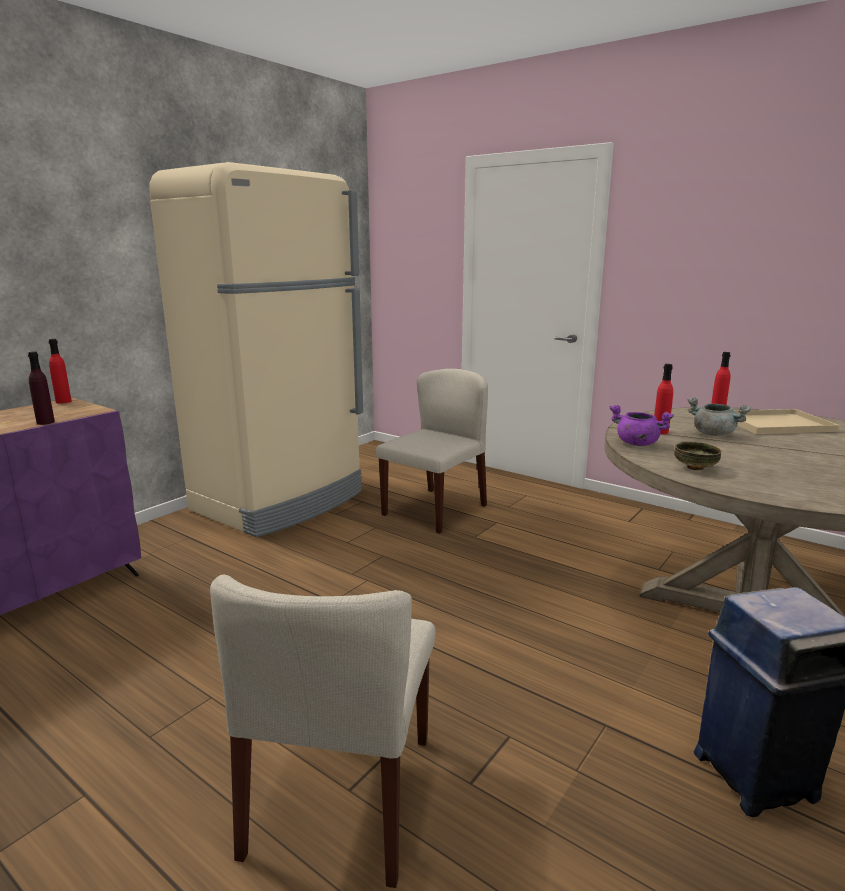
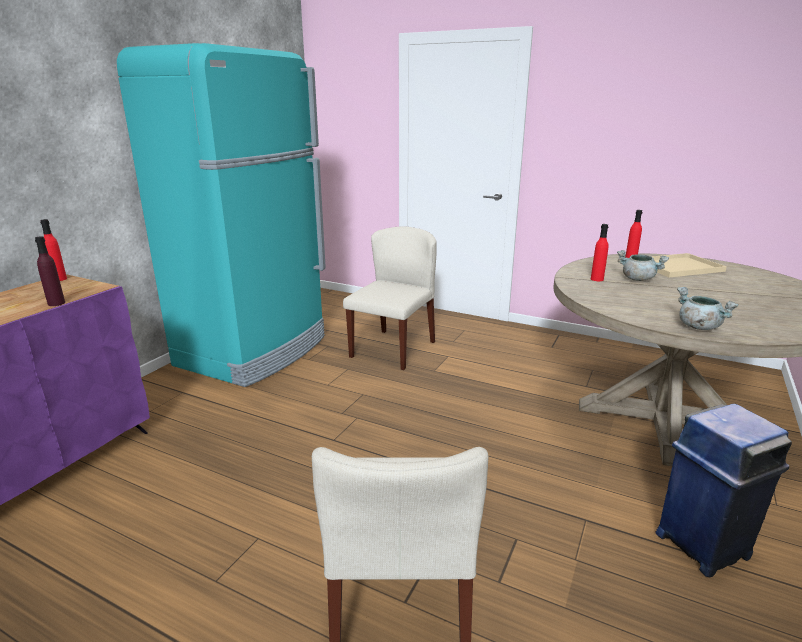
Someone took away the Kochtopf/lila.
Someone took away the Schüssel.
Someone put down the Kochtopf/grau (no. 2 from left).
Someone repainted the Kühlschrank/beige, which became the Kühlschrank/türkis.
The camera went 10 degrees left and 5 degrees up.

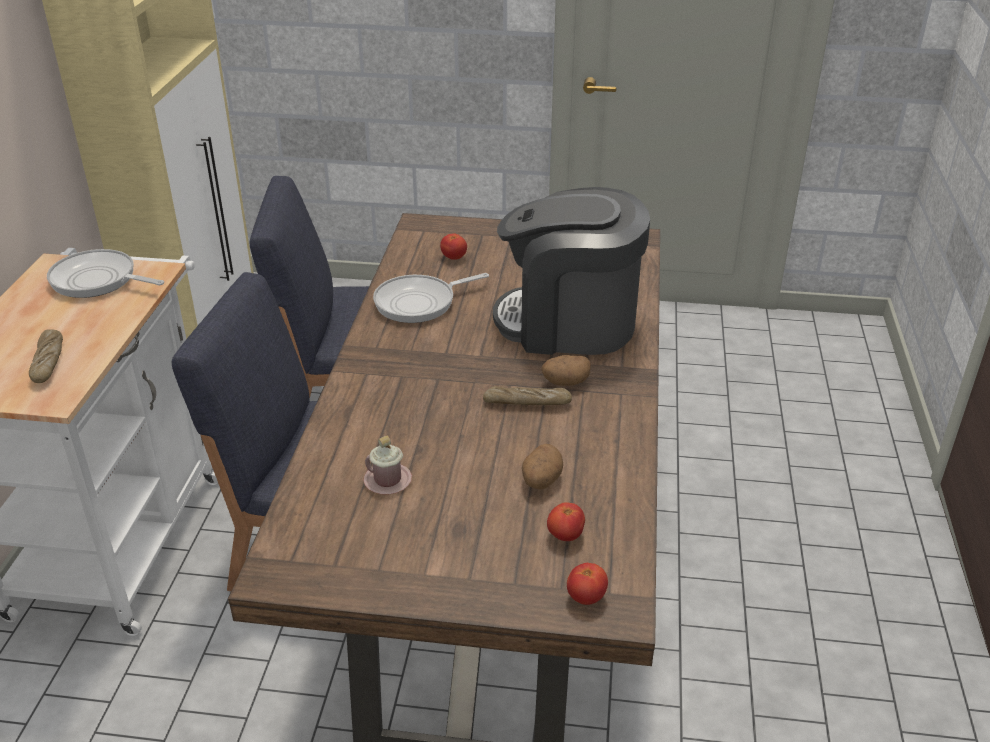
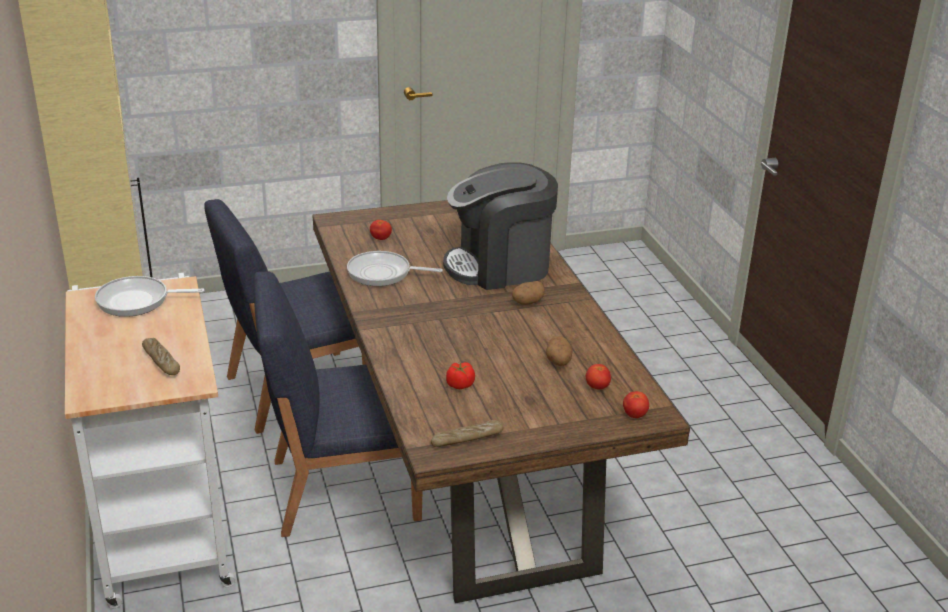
Someone carried the Brot (no. 2 from left).
Someone swapped the Henkelbecher/rosa for the Tomate (no. 2 from left).
Someone rotated the Pfanne (no. 2 from left) by 60 degrees clockwise.
The camera went 25 degrees left and 5 degrees down.

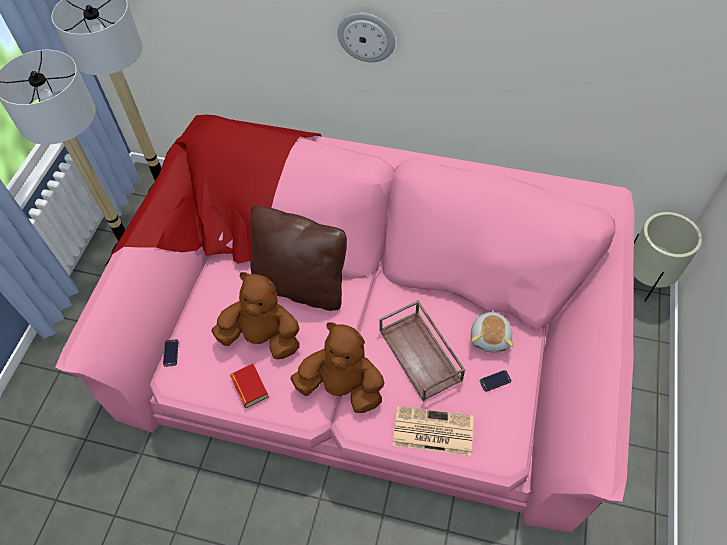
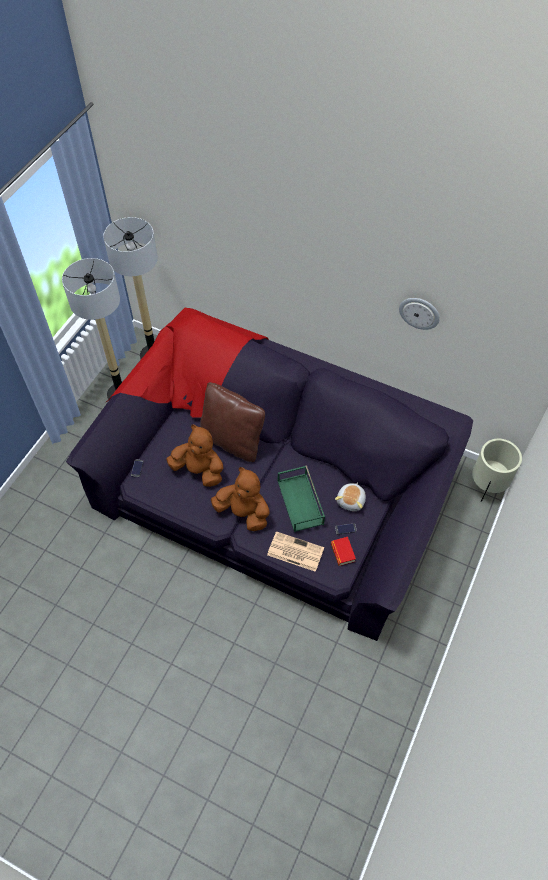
Someone carried the Buch.
Someone carried the Wanduhr.
Someone repainted the Sofa/rosa, which became the Sofa/schwarz.
Someone repainted the Tablett/braun, which became the Tablett/grün.
The camera went 10 degrees right and 0 degrees up.

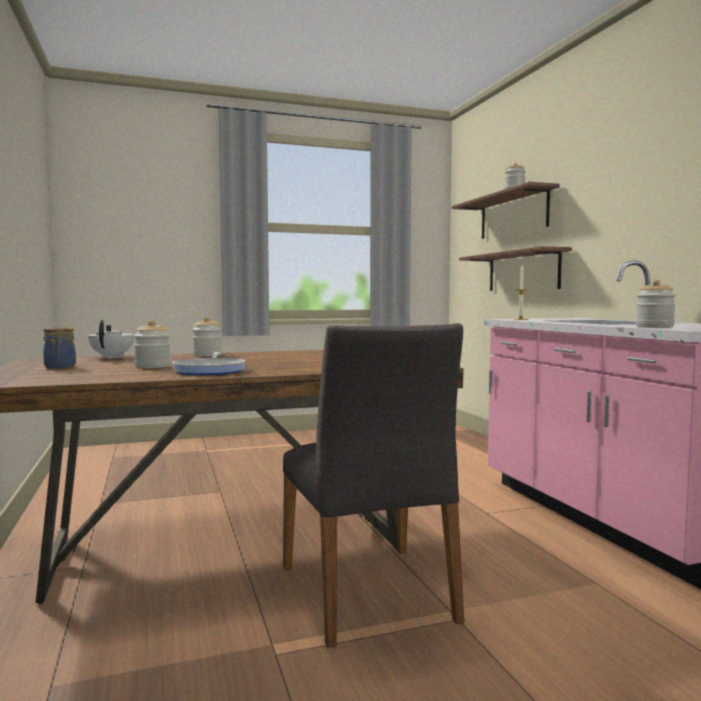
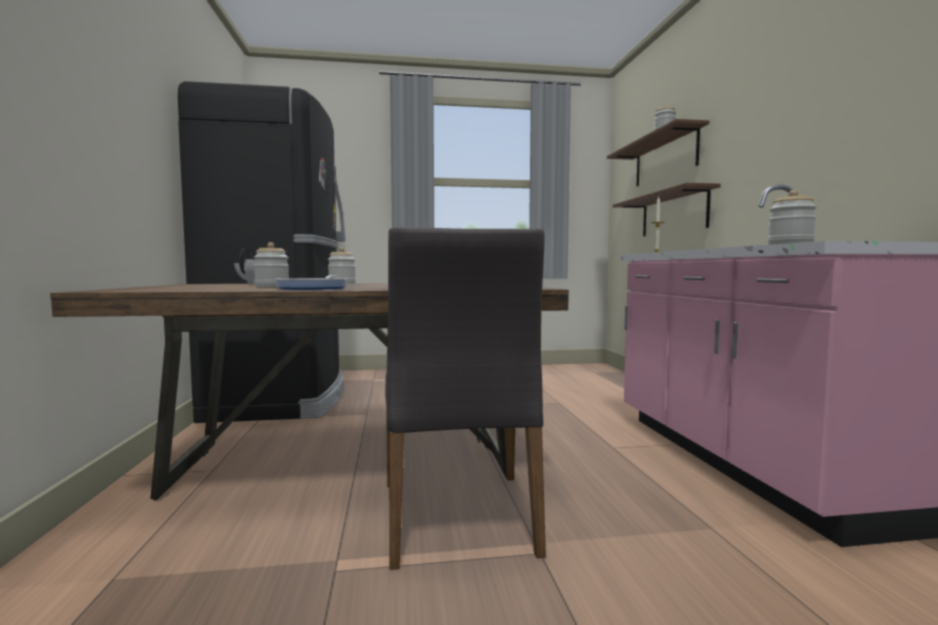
Someone took away the Vorratsglas (no. 1 from left).
Someone put down the Kühlschrank/schwarz.
The camera went 10 degrees right and 0 degrees up.

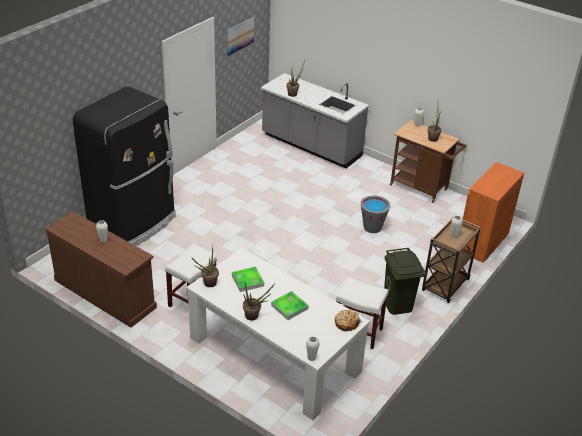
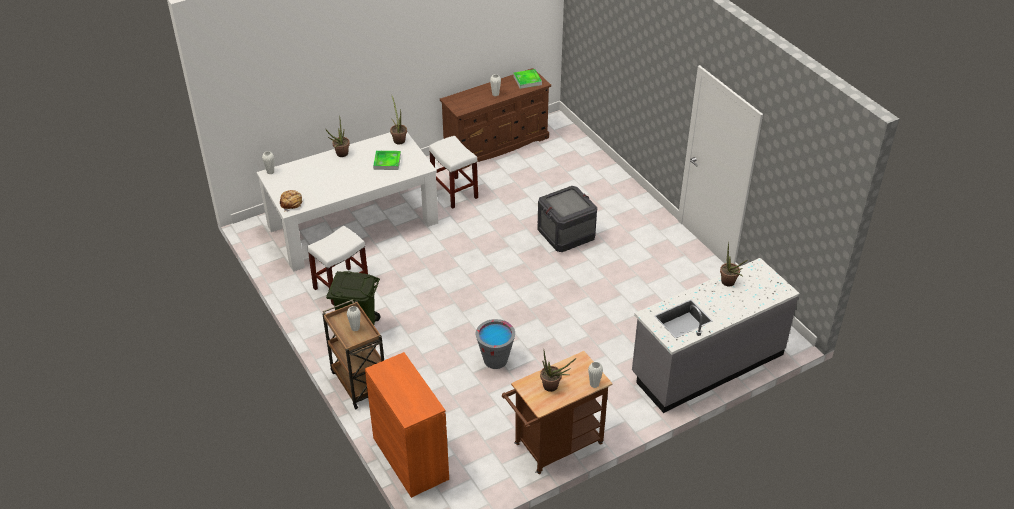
Someone took away the Kühlschrank/schwarz.
Someone took away the Bild.
Someone put down the Kiste.
Someone carried the Tablett (no. 2 from left).
The camera went 115 degrees right and 5 degrees up.

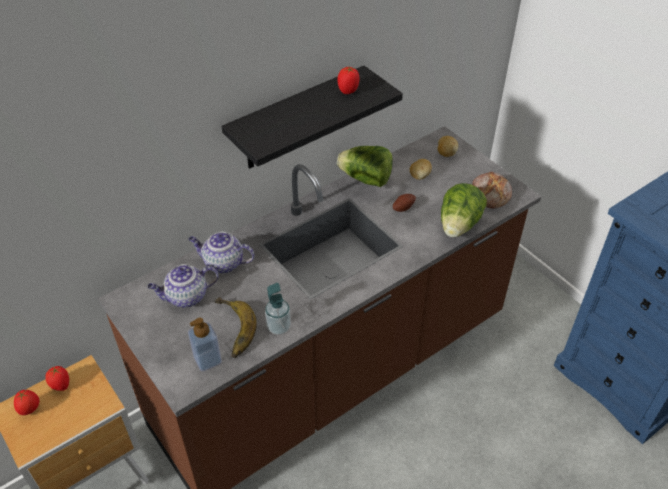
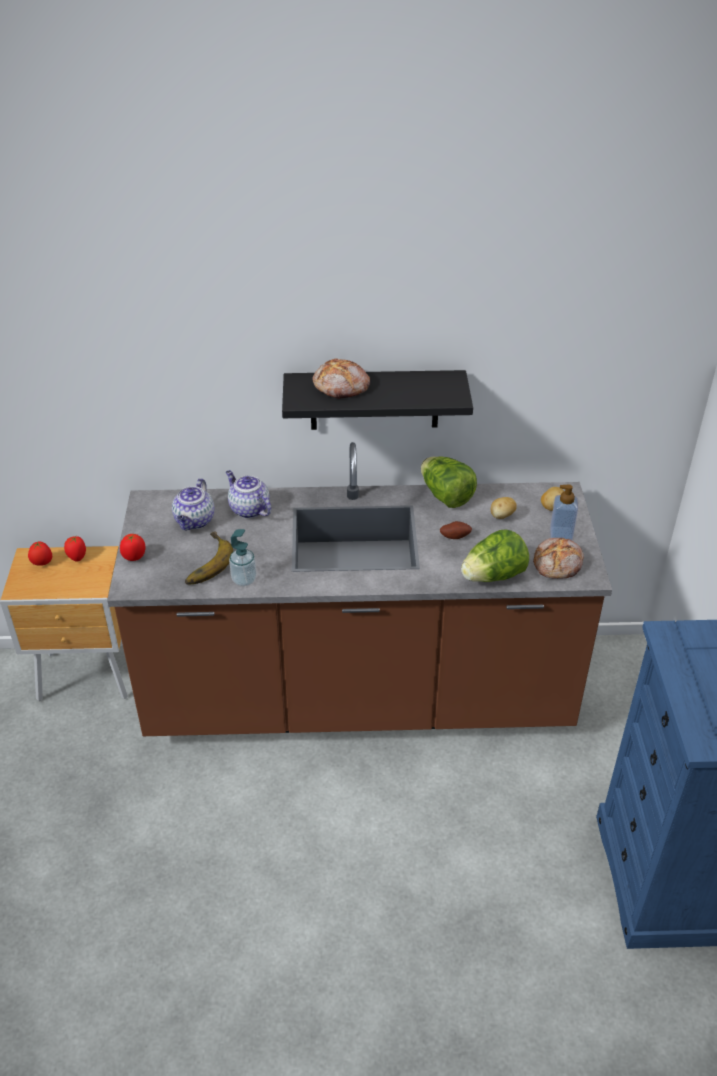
Someone put down the Brot (no. 1 from left).
Someone carried the Seifenspender (no. 1 from left in the first image).
Someone carried the Tomate (no. 3 from left).
Someone rotated the Teekanne (no. 1 from left) by 90 degrees counterclockwise.
The camera went 35 degrees right and 5 degrees down.

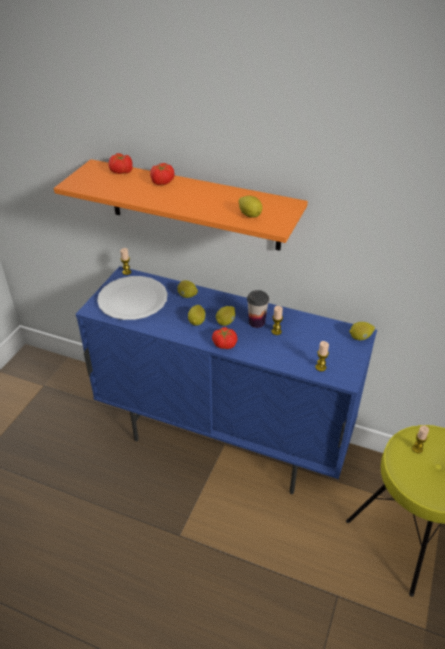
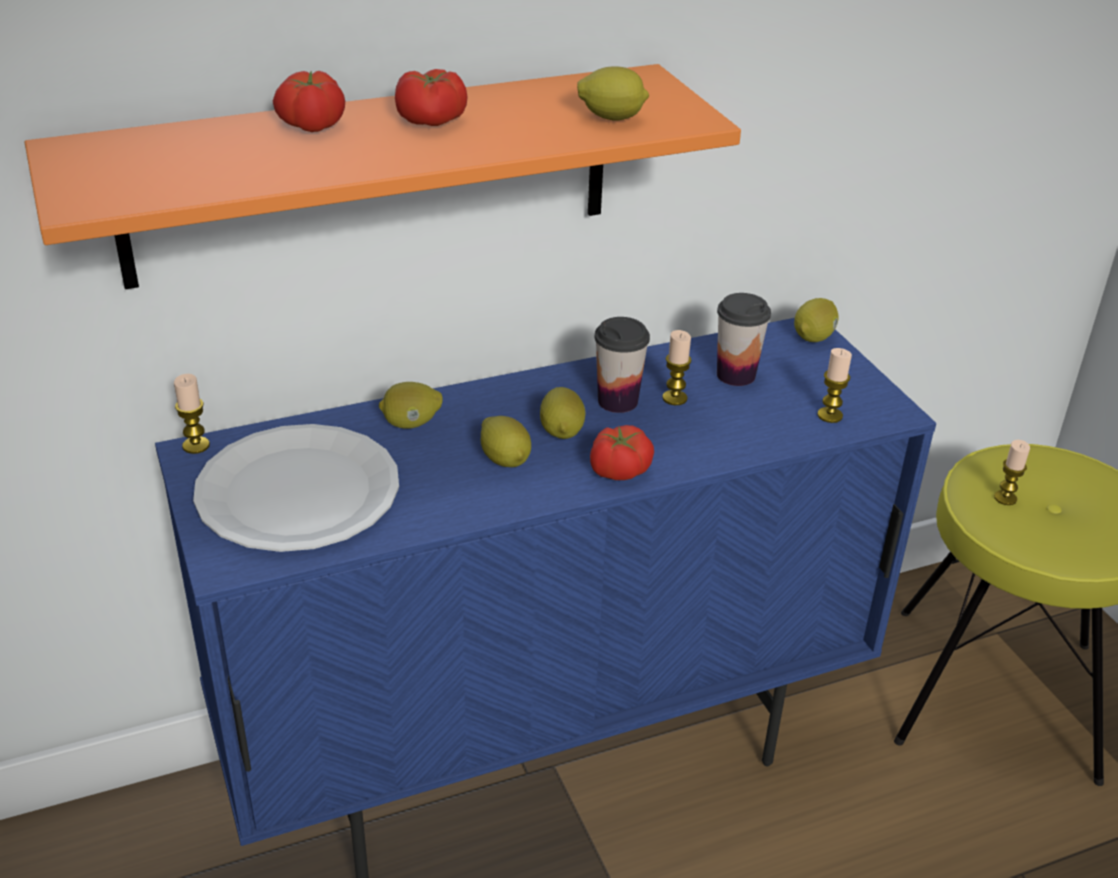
Someone put down the Tasse (no. 2 from left).
Someone carried the Tomate (no. 1 from left in the first image).
The camera went 45 degrees left and 5 degrees down.

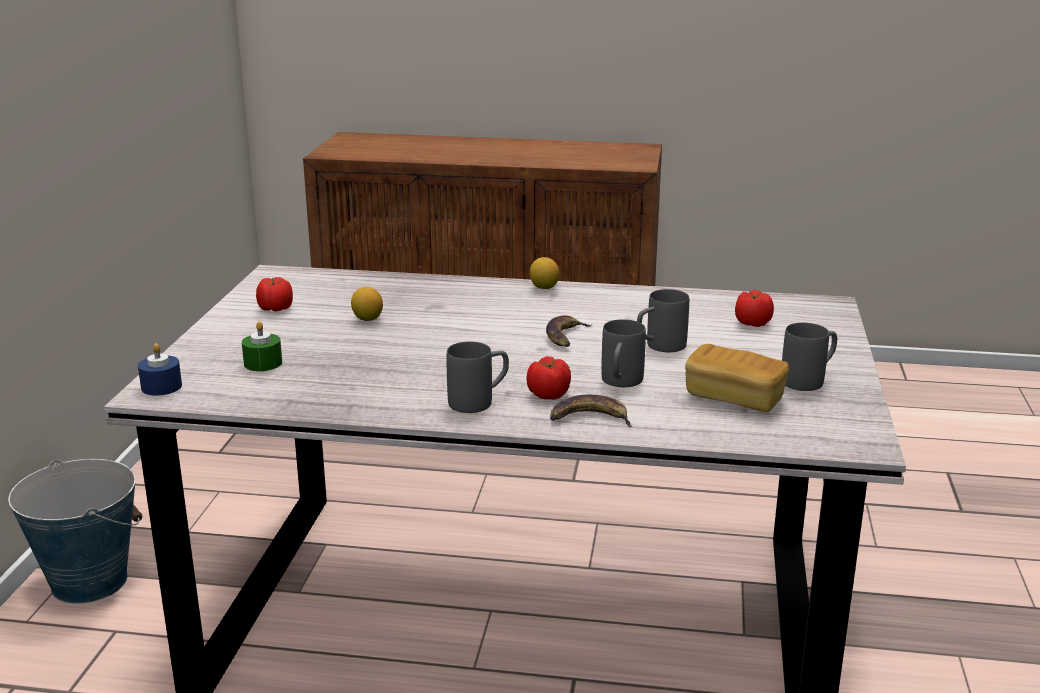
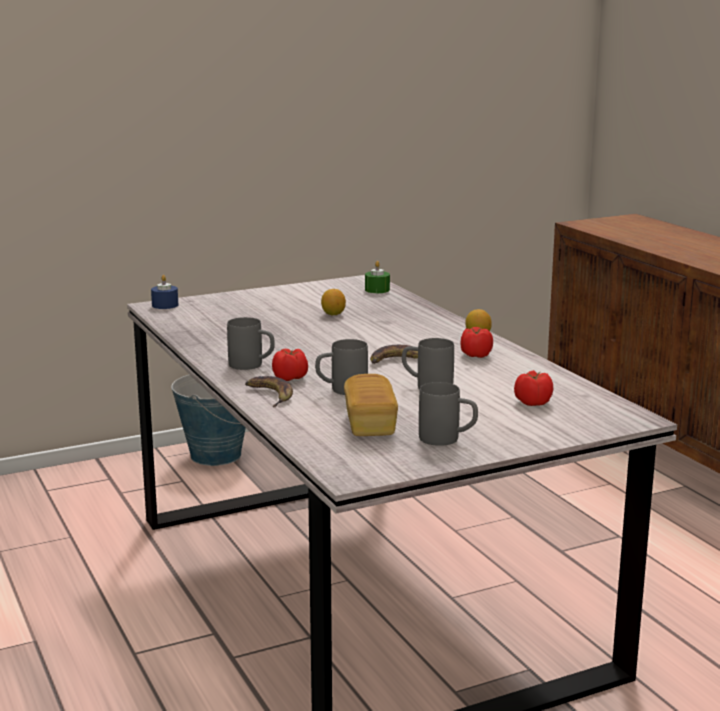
Someone carried the Kerze/grün.
Someone carried the Tomate (no. 1 from left in the first image).
The camera went 55 degrees right and 5 degrees down.

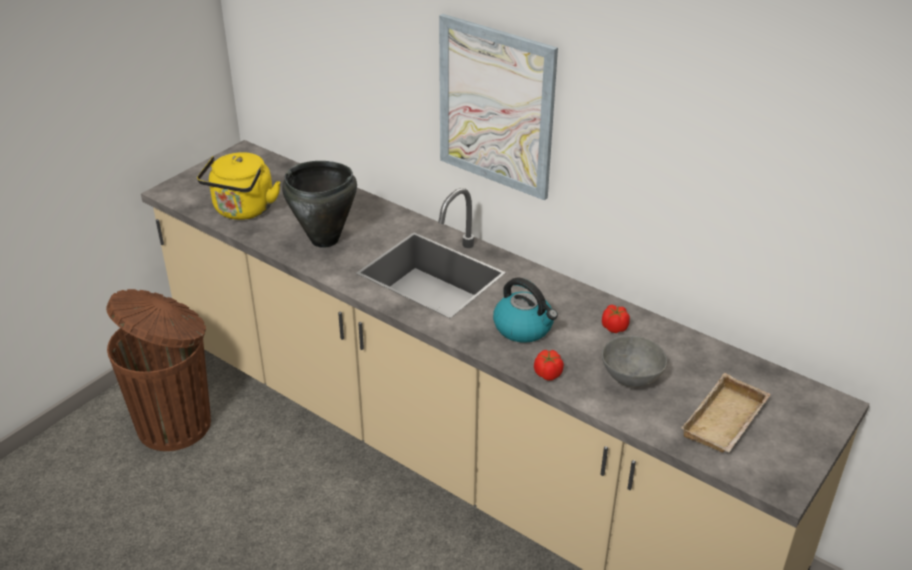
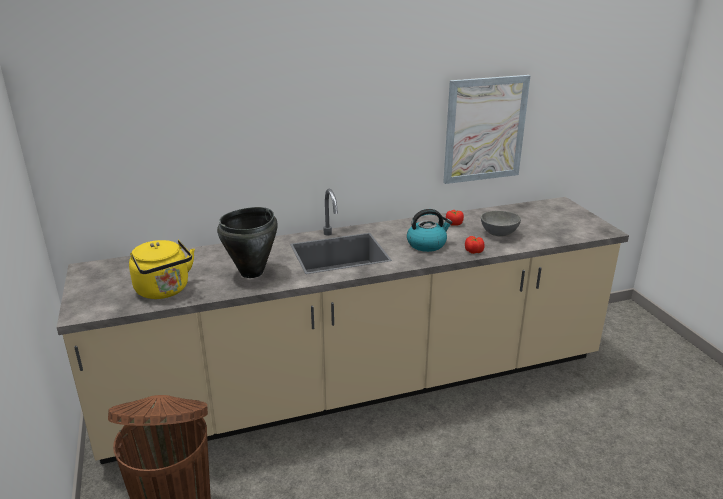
Someone took away the Tablett/beige.
Someone carried the Bild.
The camera went 55 degrees left and 10 degrees down.

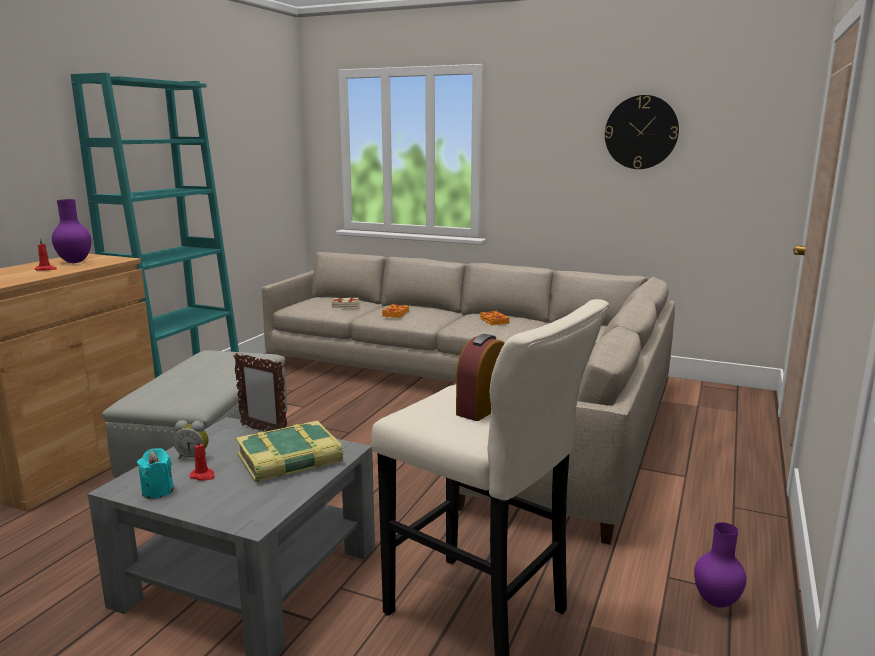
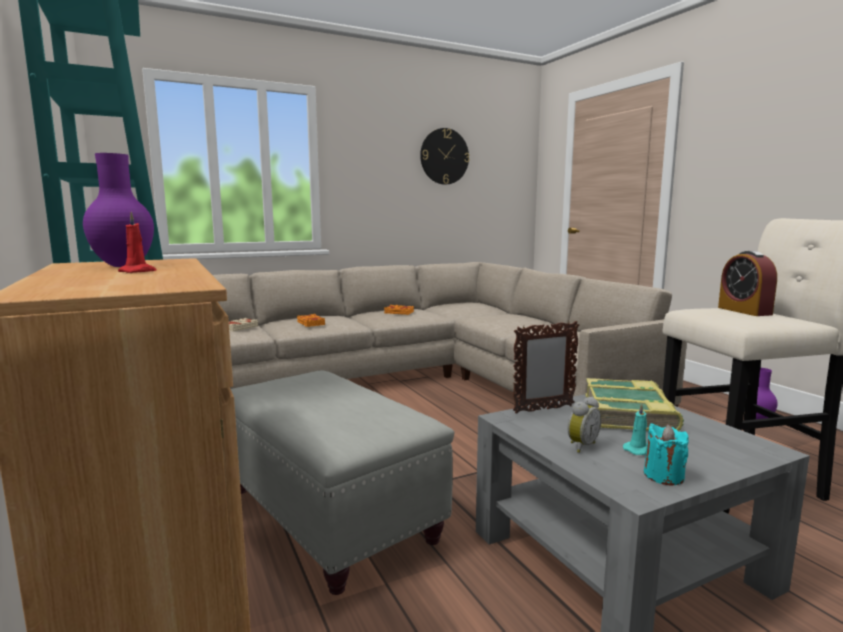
Someone repainted the Kerze/rot (no. 2 from left), which became the Kerze/türkis (no. 1 from left).
The camera went 50 degrees left and 5 degrees down.

